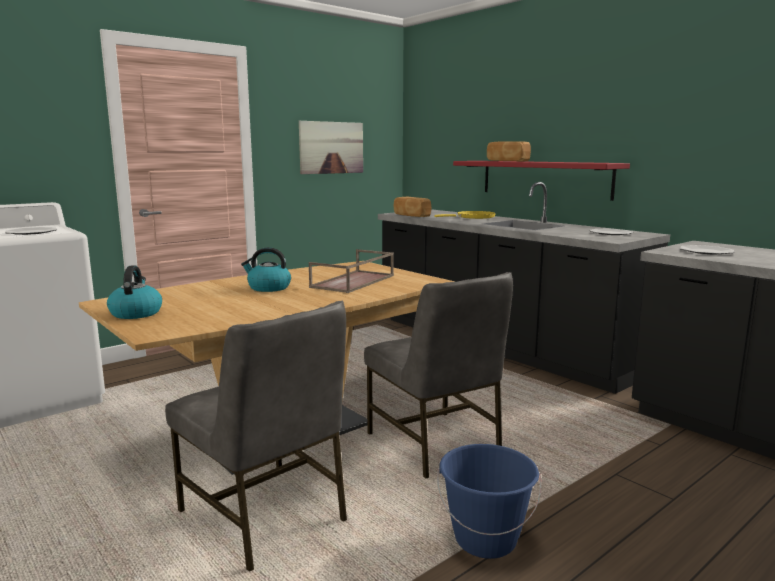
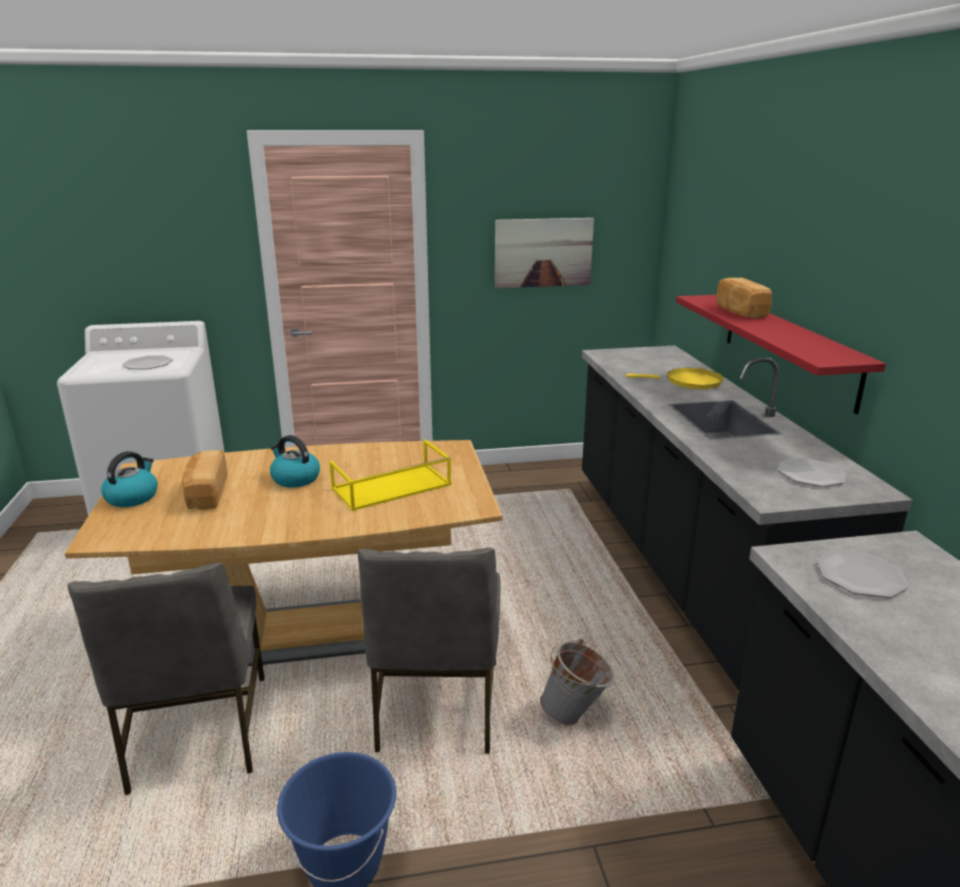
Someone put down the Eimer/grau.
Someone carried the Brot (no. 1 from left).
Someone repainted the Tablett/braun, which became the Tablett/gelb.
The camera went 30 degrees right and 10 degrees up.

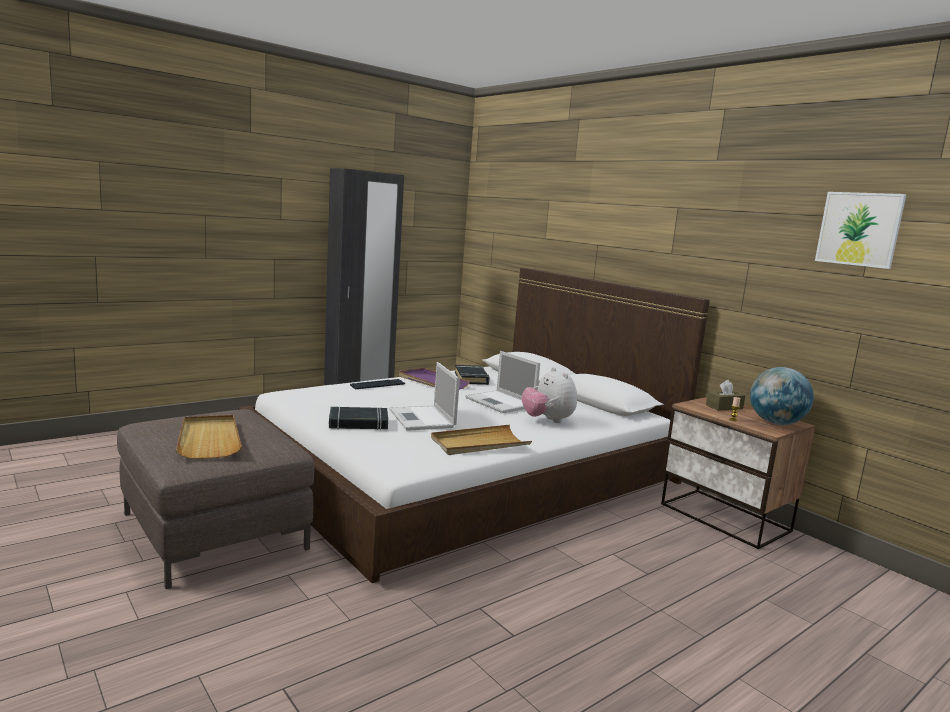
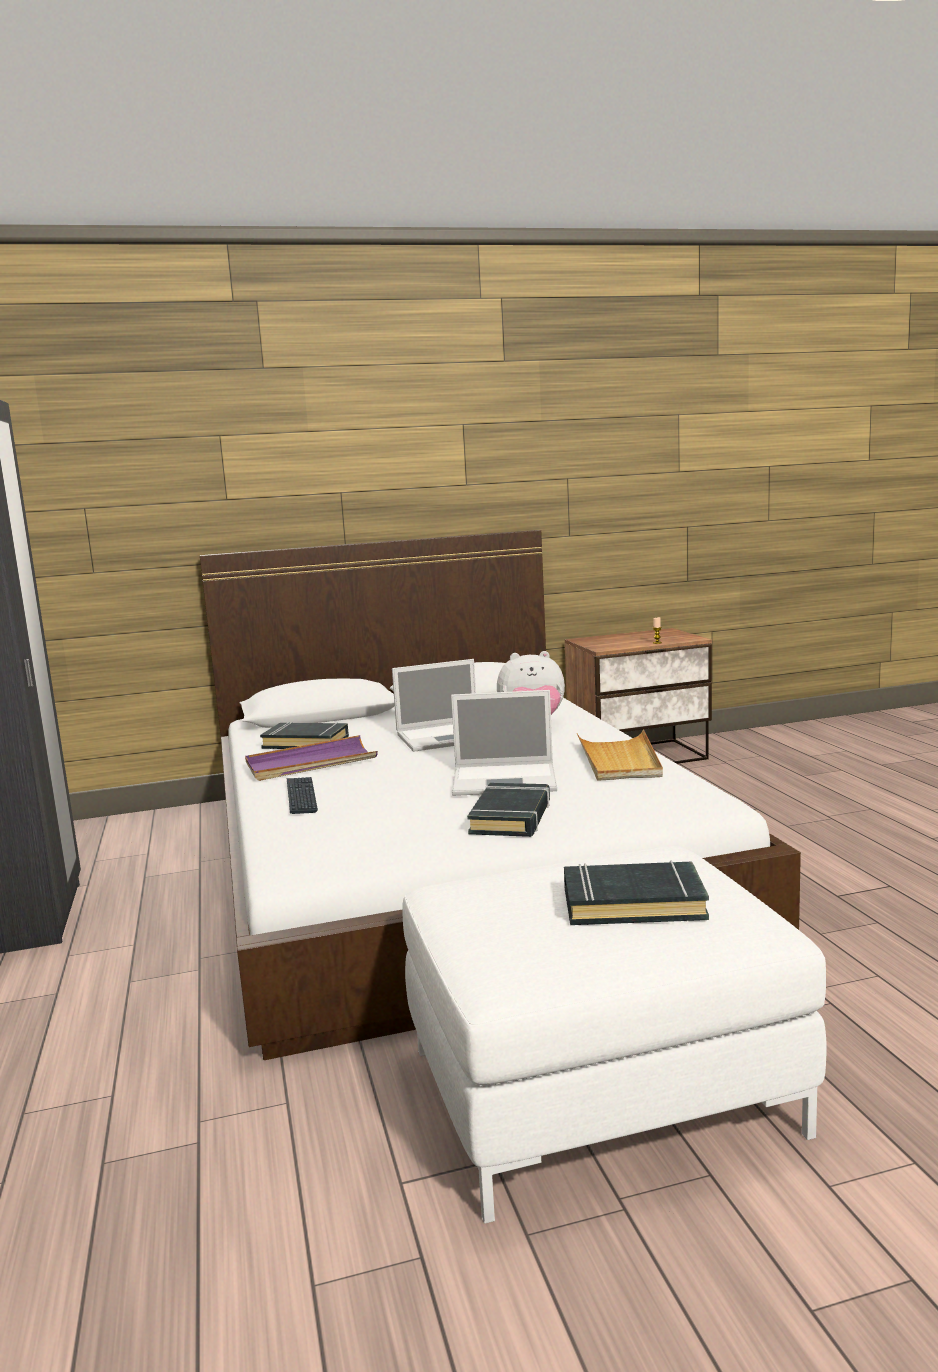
Someone took away the Taschentuchbox/braun.
Someone took away the Globus.
Someone took away the Bild.
Someone swapped the Tablett/beige (no. 1 from left) for the Buch/schwarz (no. 3 from left).
Someone repainted the Polsterhocker/braun, which became the Polsterhocker/weiß.
The camera went 65 degrees left and 0 degrees up.

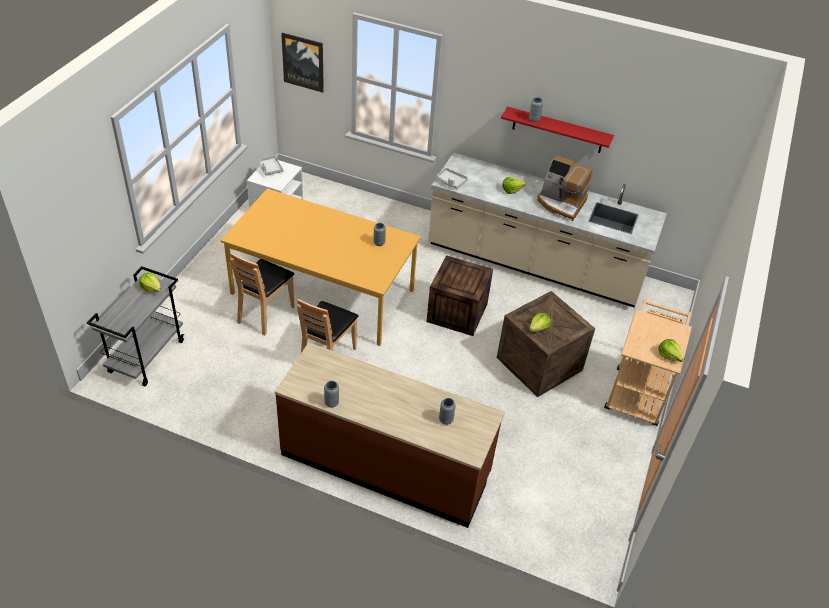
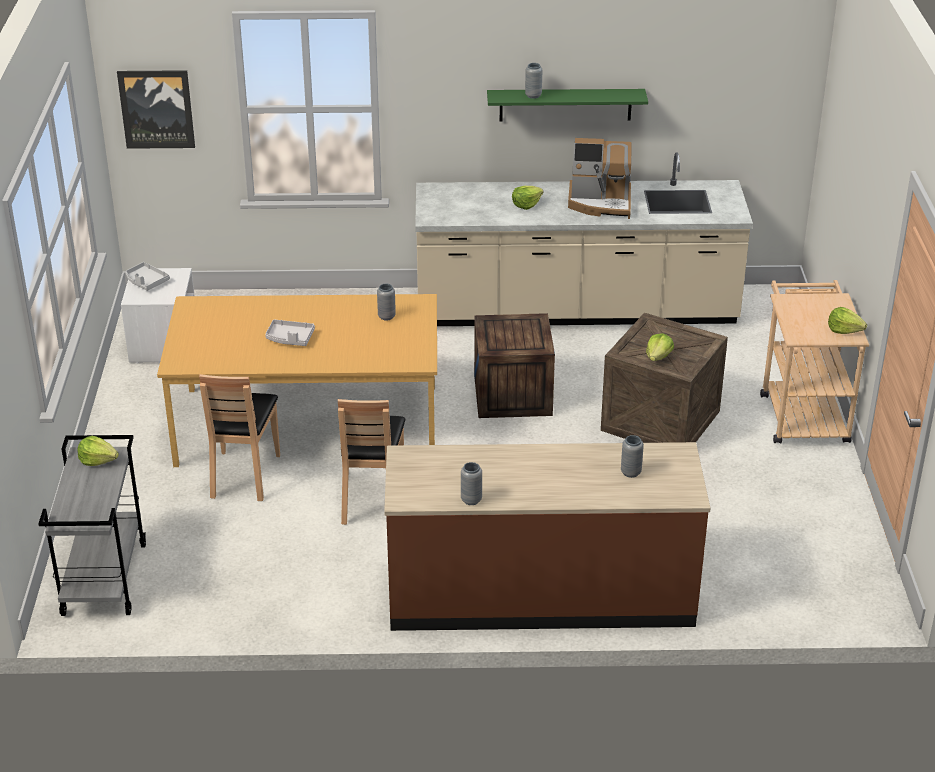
Someone carried the Tablett/grau (no. 2 from left).
Someone repainted the Wandregal/rot, which became the Wandregal/grün.
The camera went 20 degrees left and 10 degrees down.

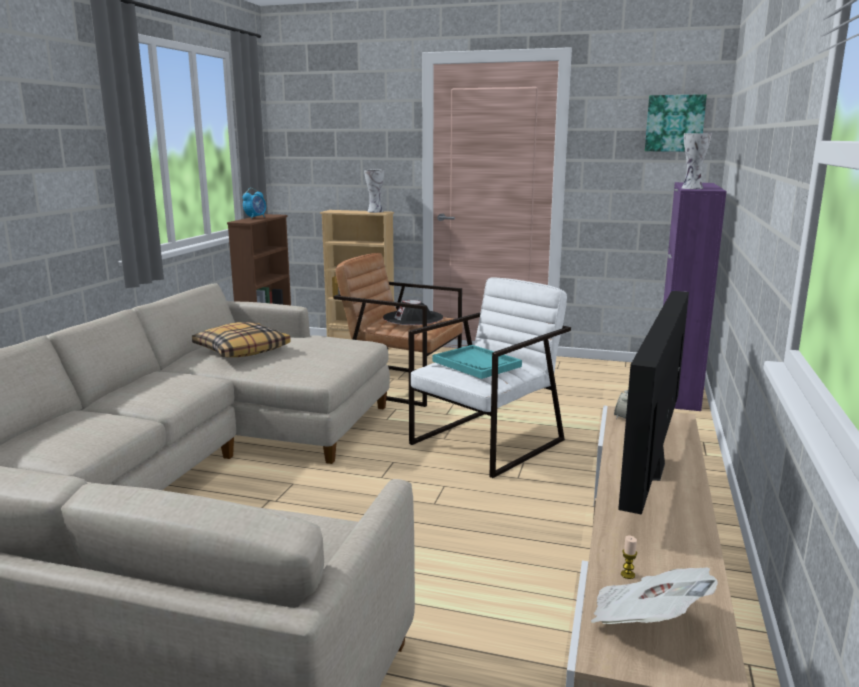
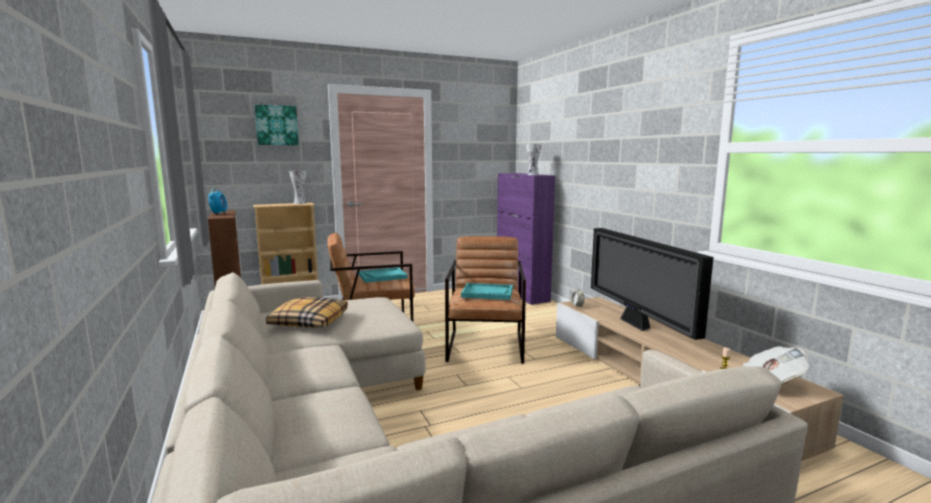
Someone carried the Bild.
Someone swapped the Hut/schwarz for the Tablett/türkis (no. 1 from left).
Someone repainted the Sessel/weiß, which became the Sessel/braun (no. 2 from left).
The camera went 40 degrees left and 5 degrees down.

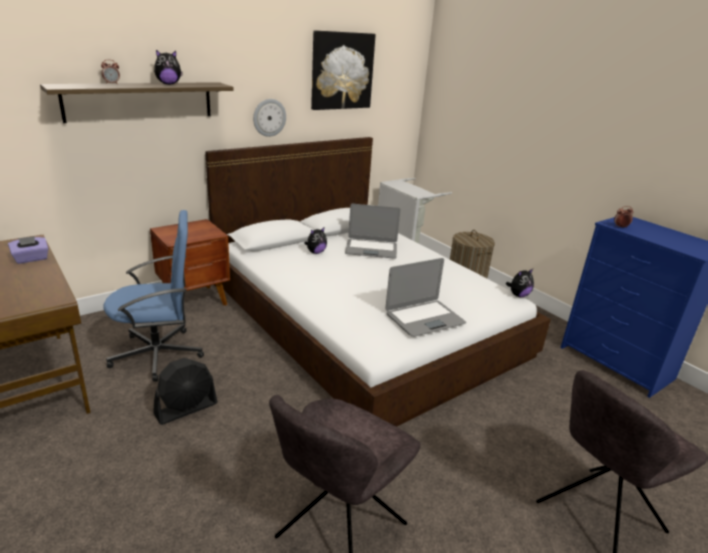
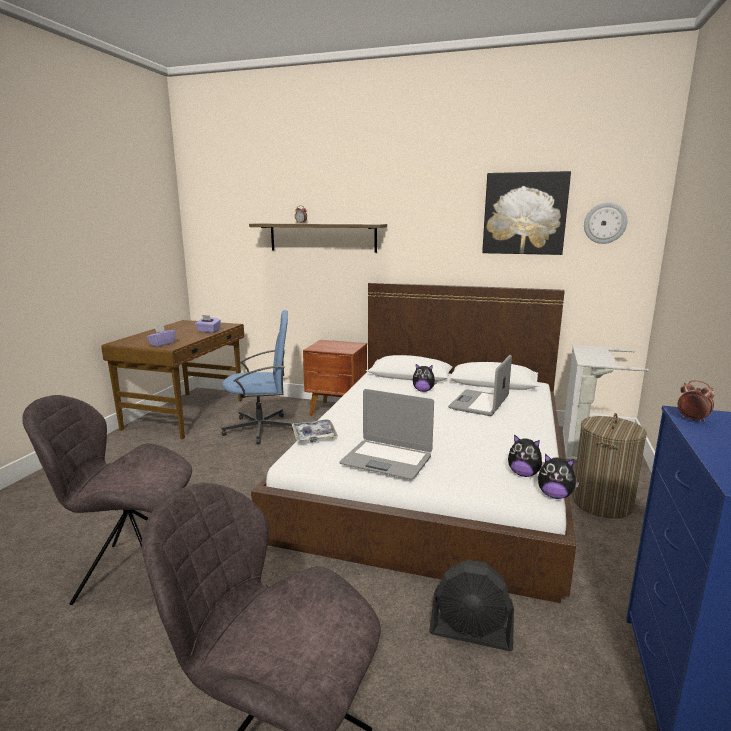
Someone put down the Taschentuchbox/lila (no. 1 from left).
Someone put down the Tablett.
Someone carried the Ventilator/schwarz.
Someone carried the Plüschtier (no. 1 from left in the first image).
Someone carried the Wanduhr.
Someone rotated the Bürostuhl/blau by 45 degrees counterclockwise.
Someone rotated the Laptop (no. 1 from left in the first image) by 60 degrees clockwise.
The camera went 55 degrees right and 10 degrees down.

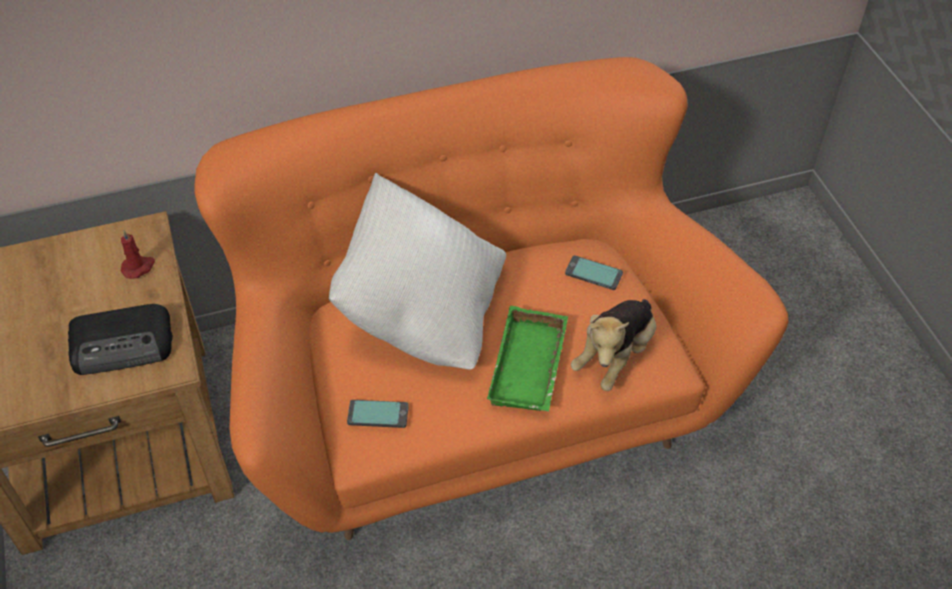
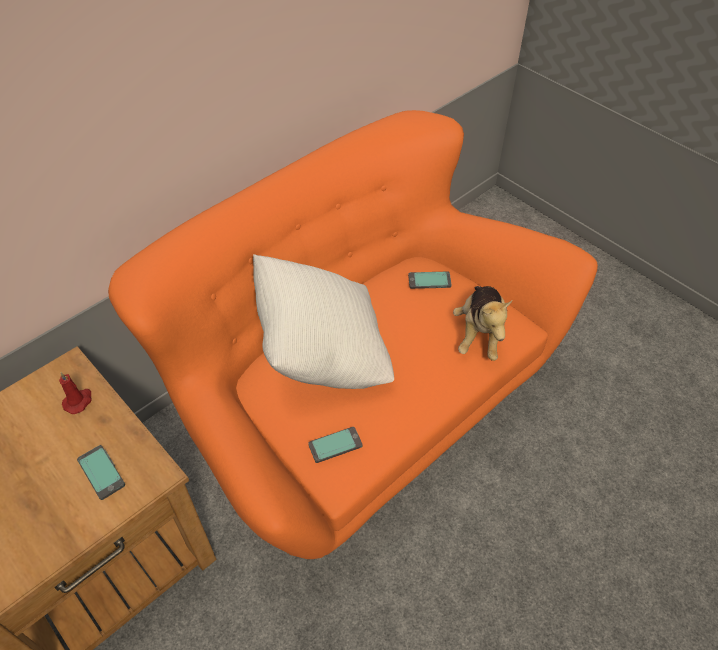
Someone took away the Tablett/grün.
Someone swapped the Radio for the Handy (no. 1 from left).
The camera went 25 degrees left and 0 degrees up.

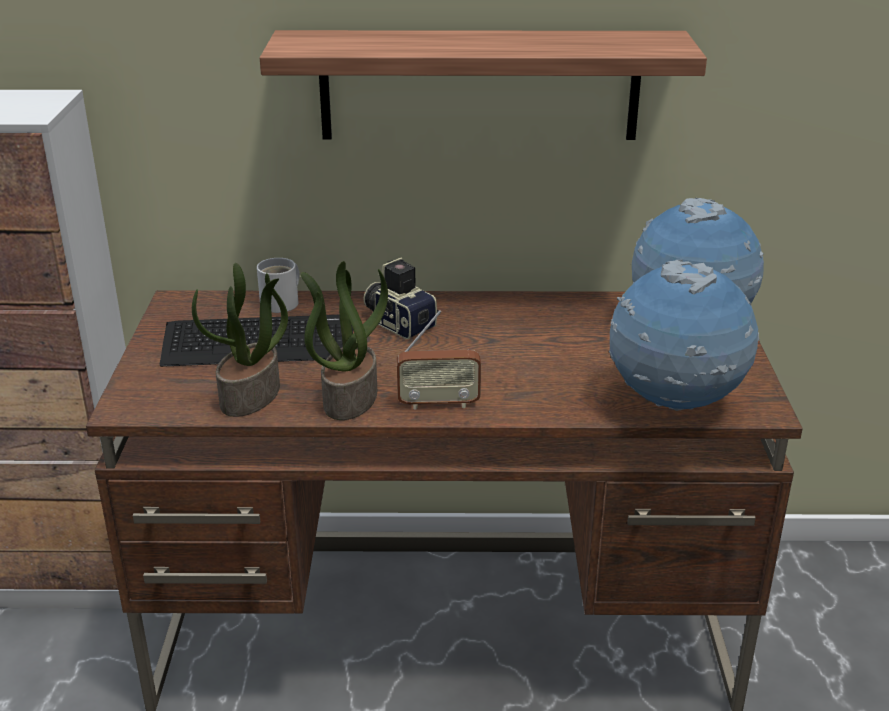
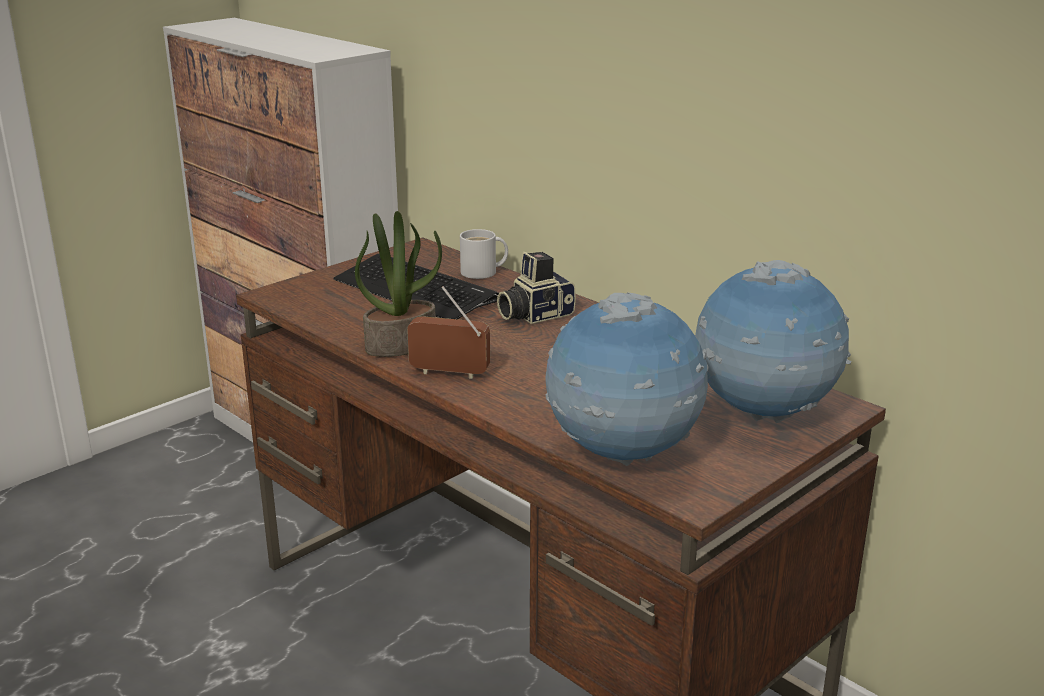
Someone took away the Topfpflanze (no. 1 from left).
Someone took away the Wandregal.
Someone rotated the Kamera by 120 degrees counterclockwise.
Someone rotated the Radio by 150 degrees clockwise.
The camera went 45 degrees right and 5 degrees down.

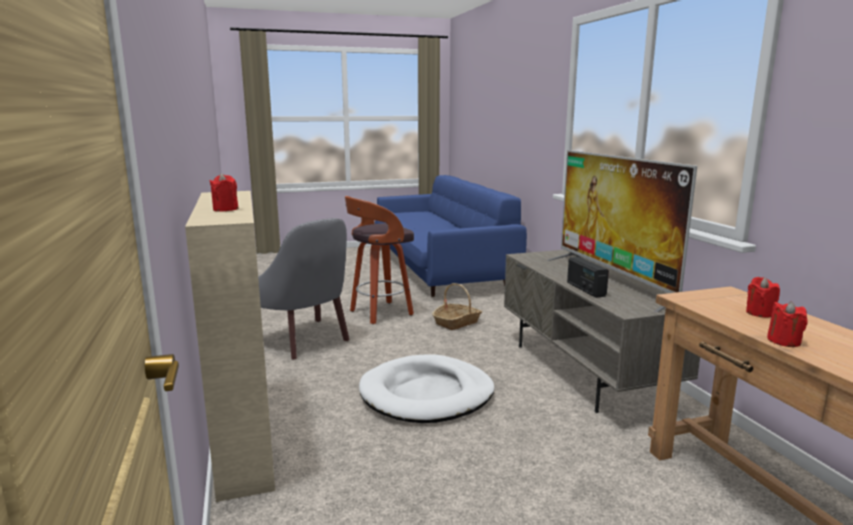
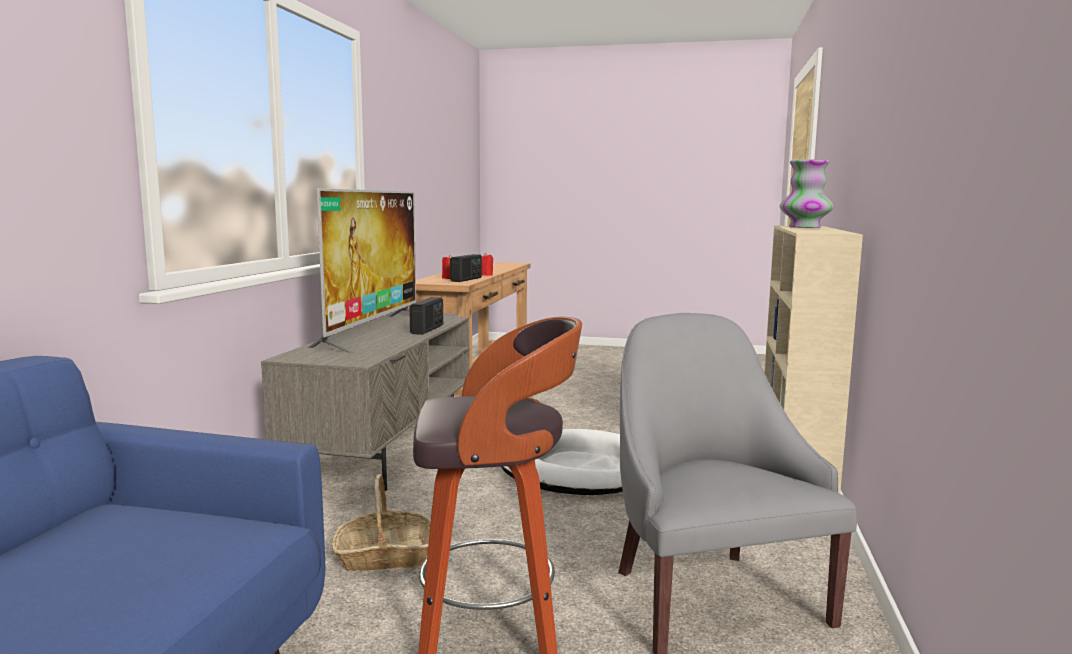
Someone put down the Radio (no. 2 from left).
Someone swapped the Kerze/rot (no. 1 from left) for the Vase.
The camera went 150 degrees left and 5 degrees down.

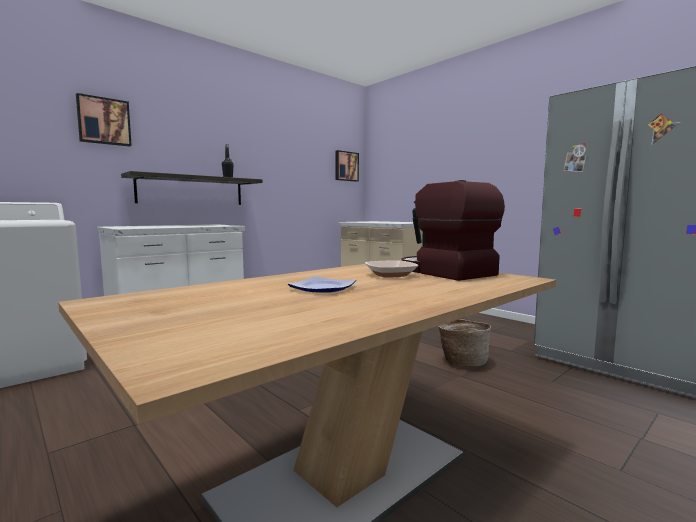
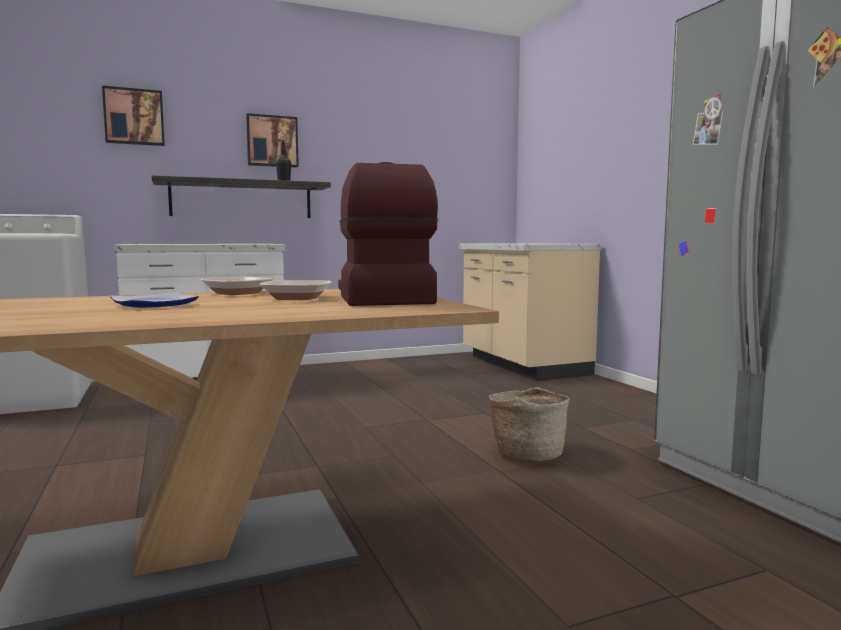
Someone put down the Schüssel (no. 1 from left).
Someone carried the Bild (no. 2 from left).
The camera went 20 degrees right and 0 degrees up.

